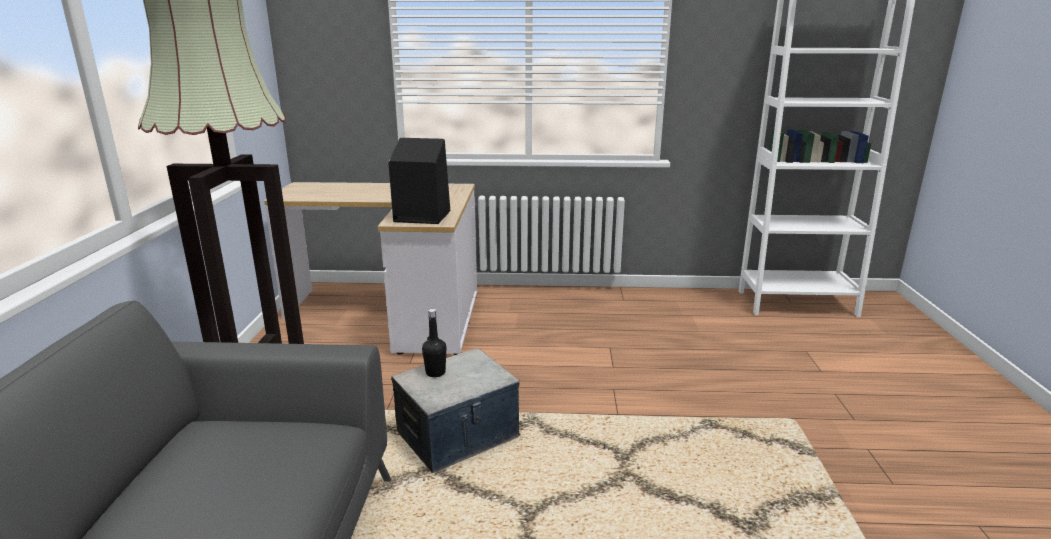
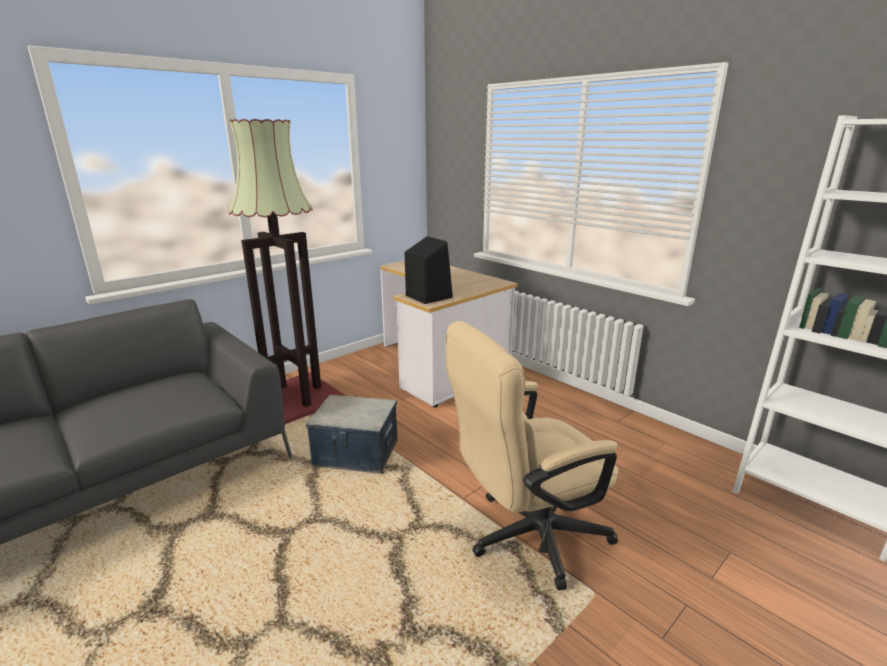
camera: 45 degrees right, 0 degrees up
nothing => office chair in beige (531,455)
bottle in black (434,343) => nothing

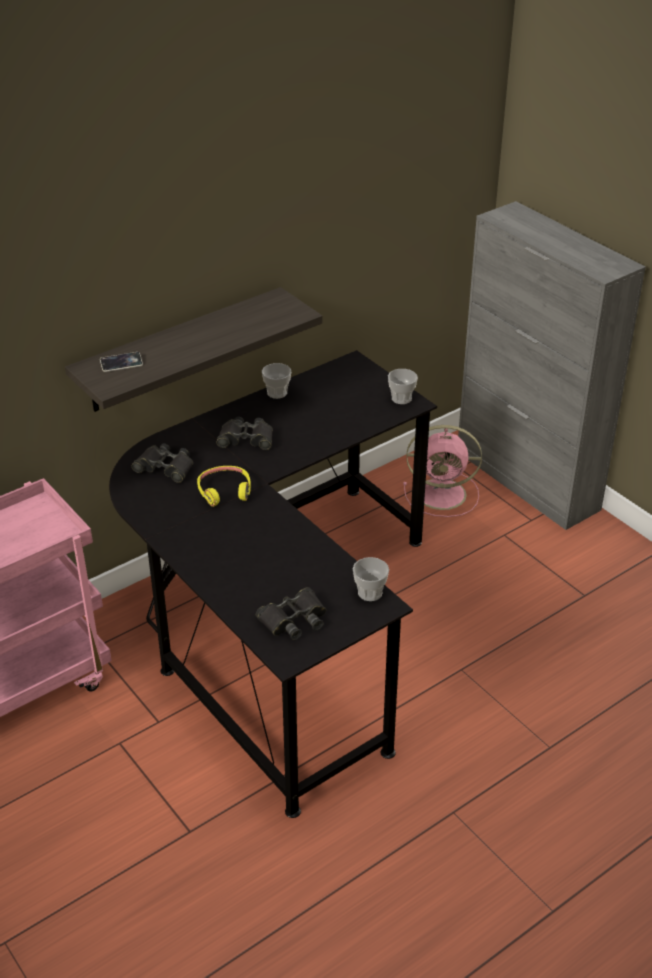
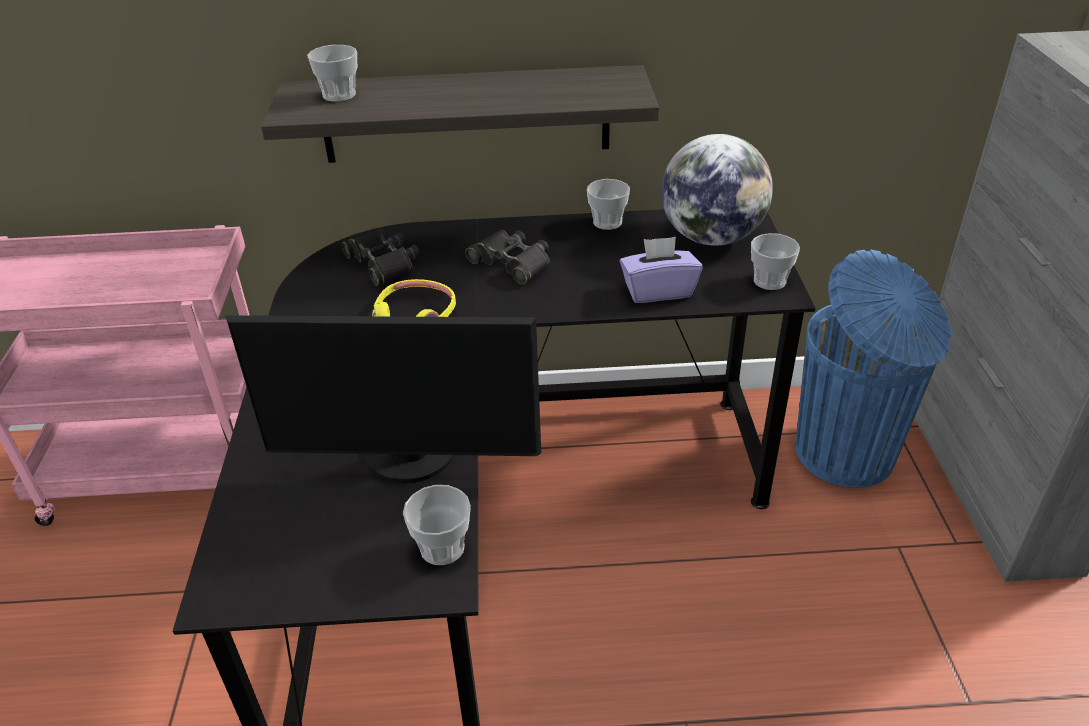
camera: 35 degrees right, 0 degrees up
nothing => monitor (383,399)
phone (121,362) => cup (332,73)
nothing => tissue box in purple (661,270)
nothing => globe (717,190)
fan in pink (442,471) => trash can in blue (873,369)
binoculars in black (291,613) => nothing

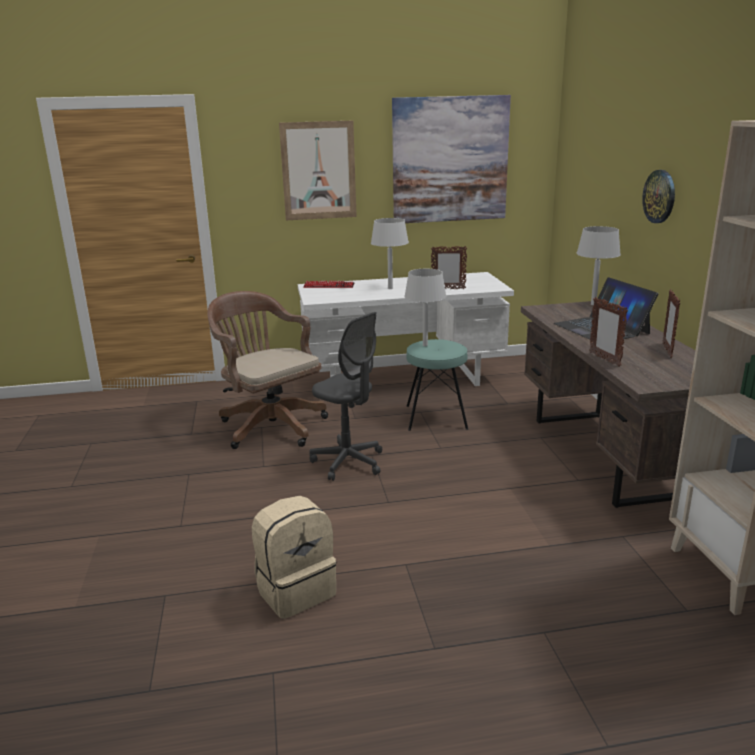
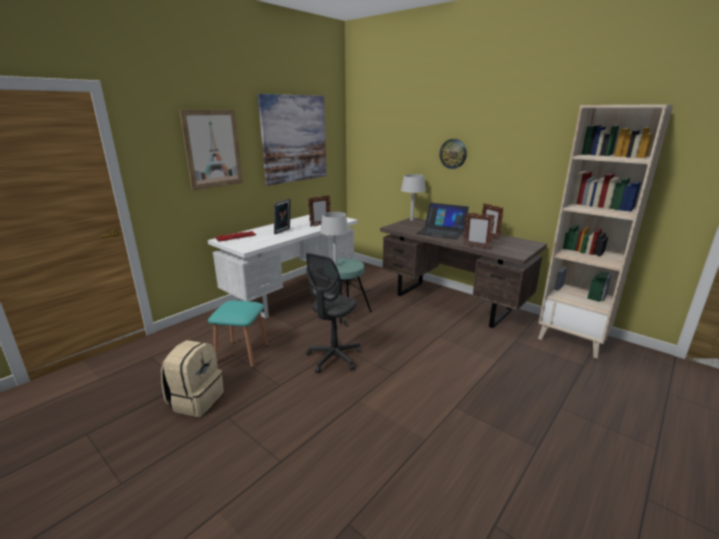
camera: 40 degrees left, 0 degrees up
backpack in beige (294,557) => backpack in beige (192,378), shifted
office chair in brown (267,370) => stool in turquoise (238,334)
table lamp in grey (390,253) => picture frame (282,216)
office chair in grey (346,396) => office chair in grey (333,313), 120 degrees clockwise

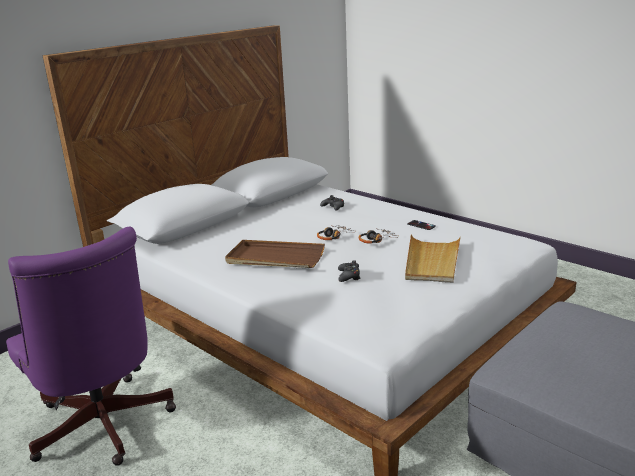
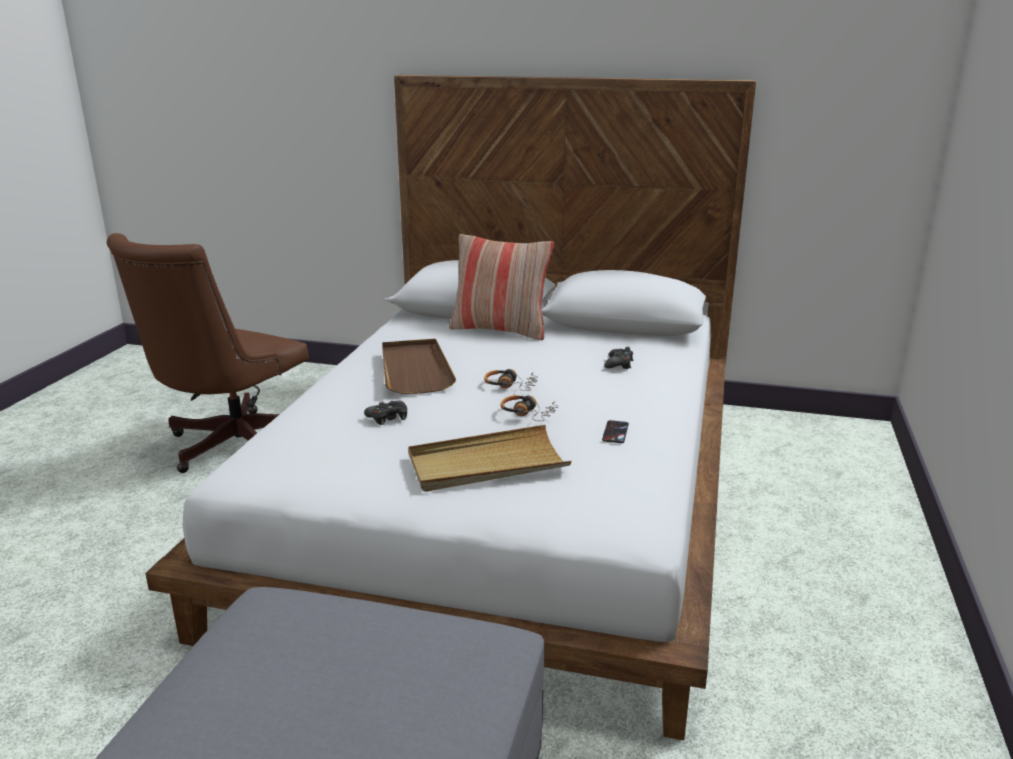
camera: 60 degrees right, 0 degrees up
office chair in purple (91,346) => office chair in brown (208,353)
nothing => pillow (501,287)

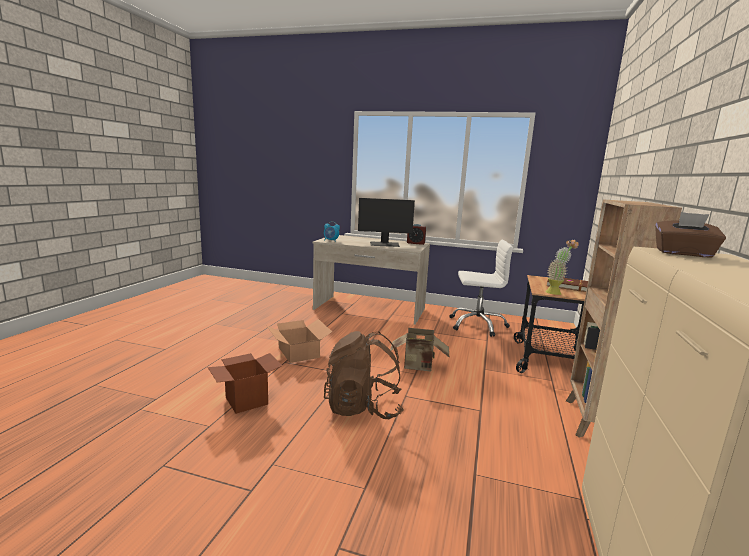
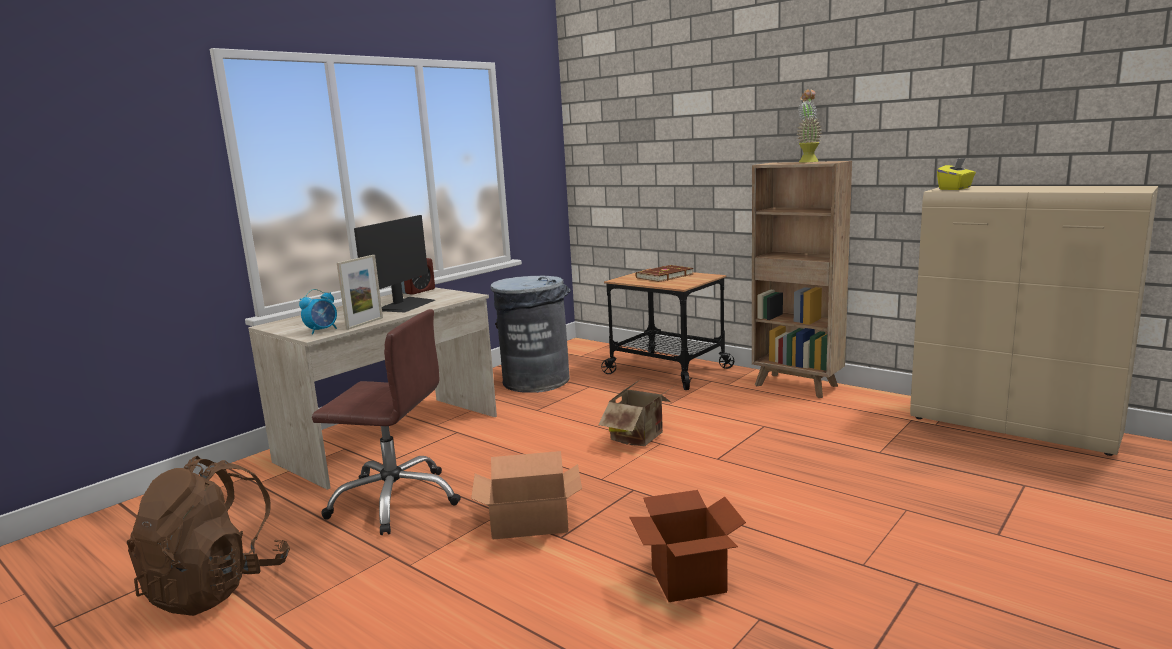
camera: 65 degrees left, 0 degrees up
backpack in brown (364,375) => backpack in brown (208,536), shifted
nothing => office chair in brown (386,422)
nothing => picture frame (360,292)
office chair in white (481,288) => trash can in grey (530,334)
potted plant (562,267) => potted plant (809,126), shifted
tissue box in brown (690,234) => tissue box in yellow (956,174)

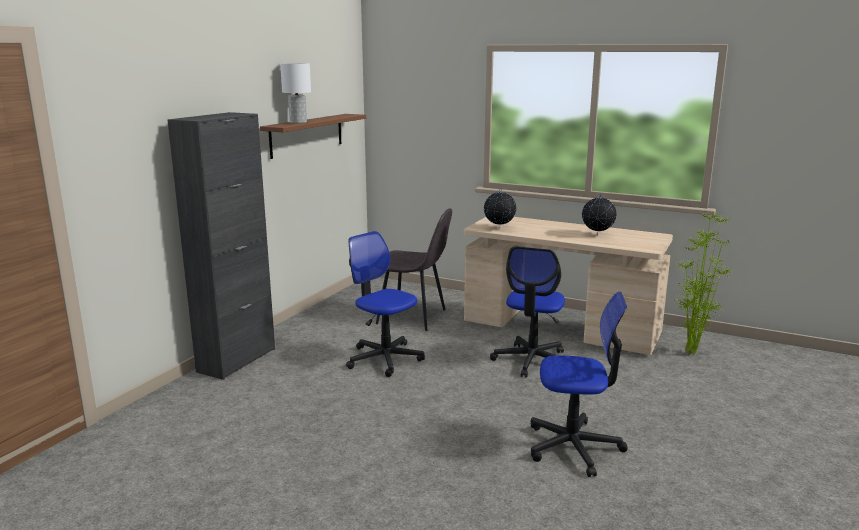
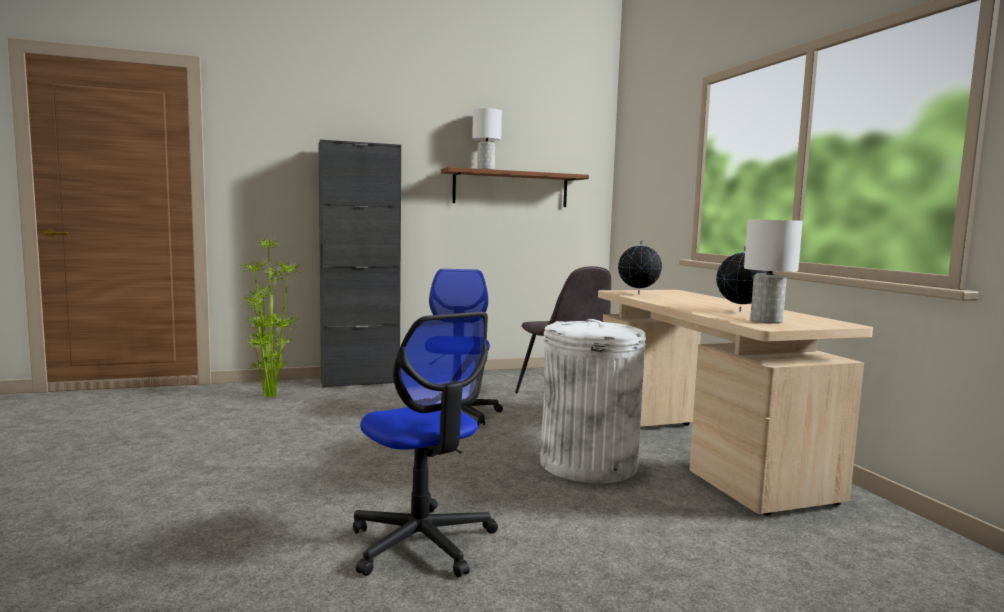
camera: 45 degrees right, 10 degrees down
potted plant (703,284) => potted plant (270,318), shifted
office chair (527,312) => trash can in white (593,401)
nothing => table lamp in white (773,272)

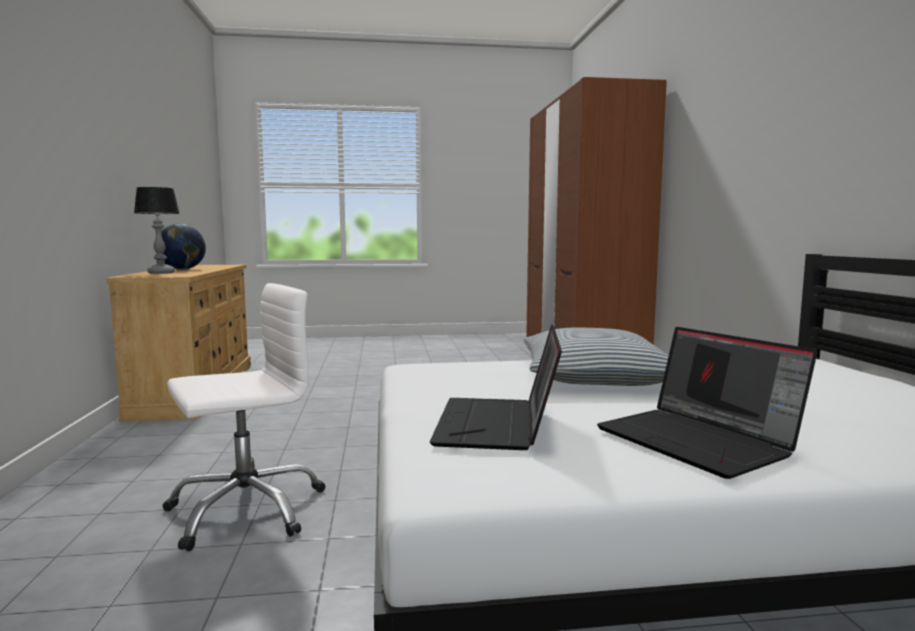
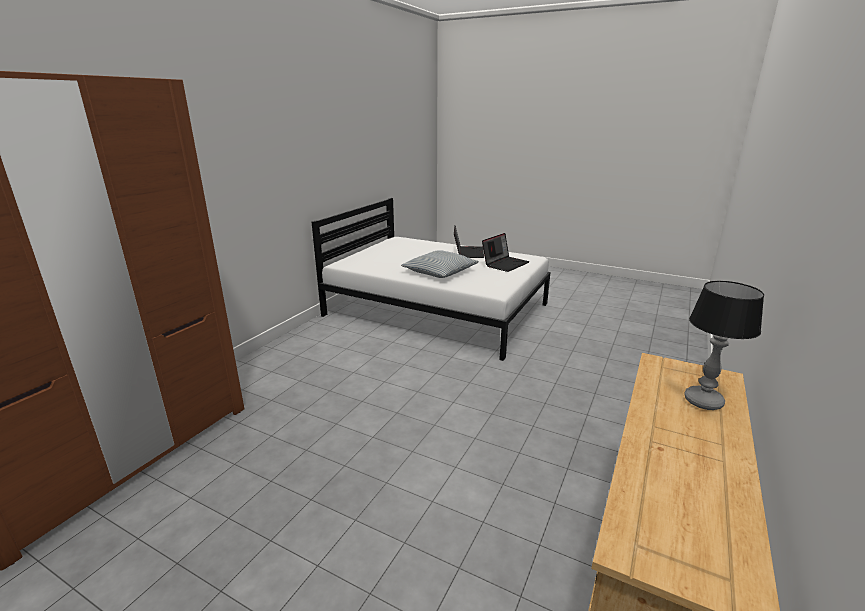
camera: 145 degrees left, 15 degrees up
globe (183,247) => nothing
office chair in white (243,417) => nothing

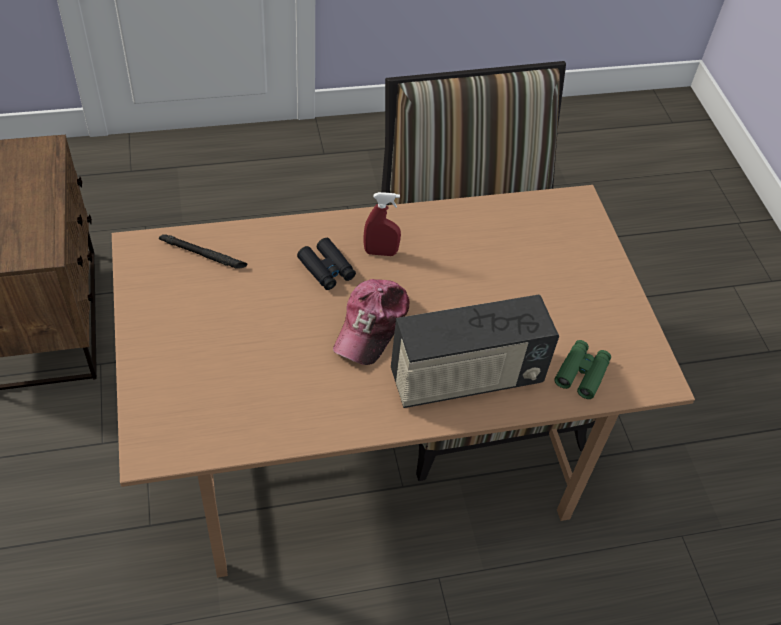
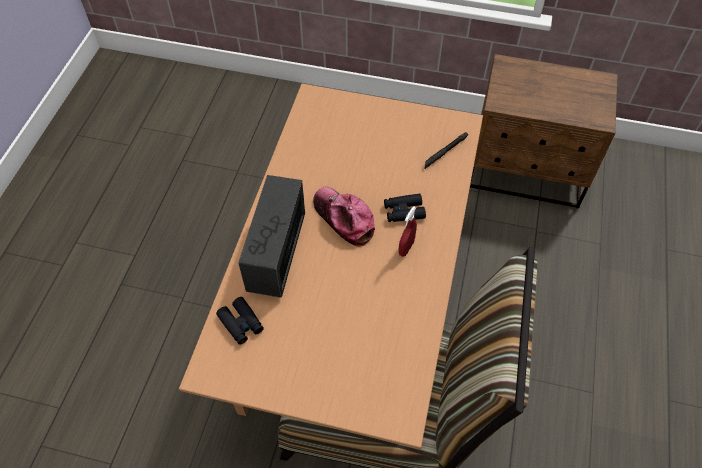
camera: 120 degrees right, 5 degrees up
binoculars in green (582,369) => binoculars in black (240,321)

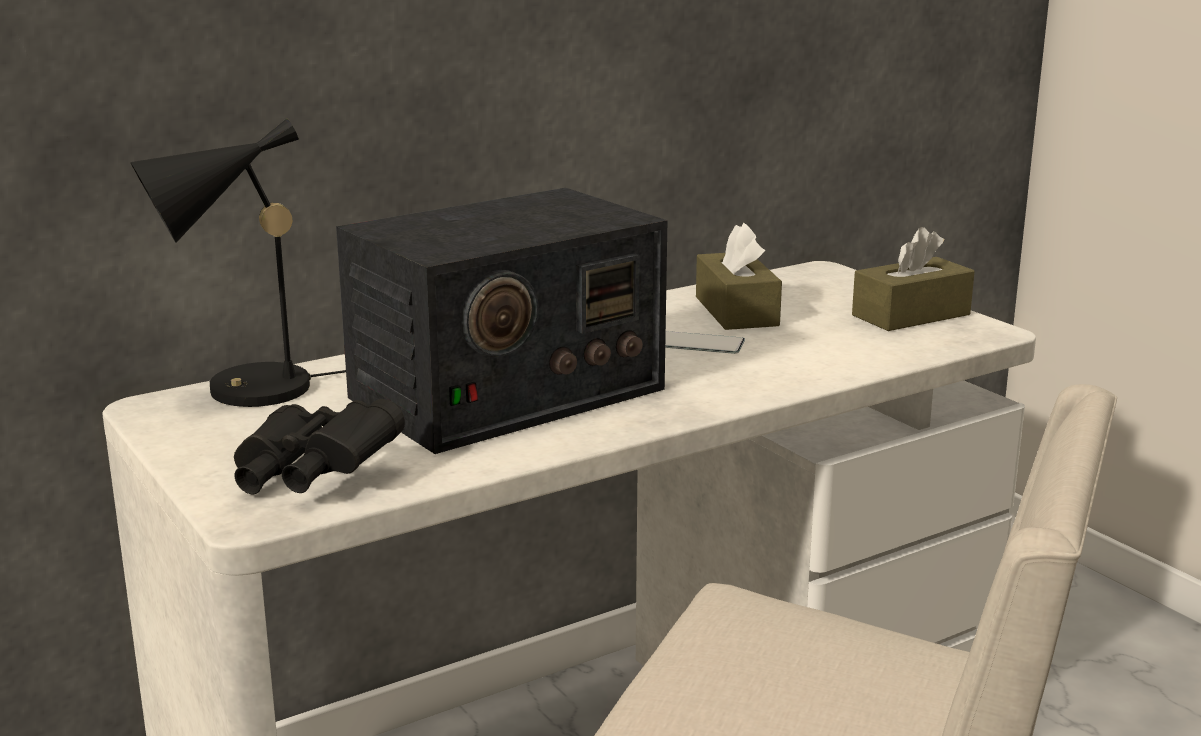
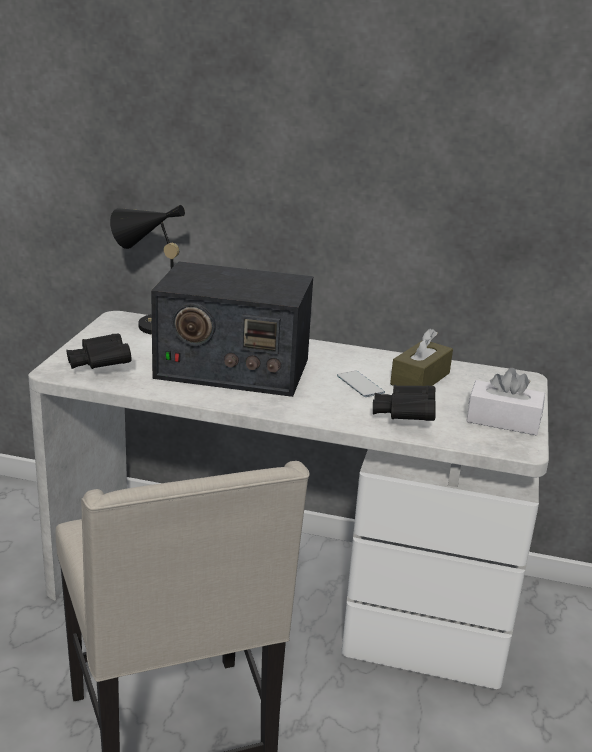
camera: 45 degrees right, 5 degrees up
nothing => binoculars in black (404,403)
tissue box in brown (913,279) => tissue box in white (506,402)

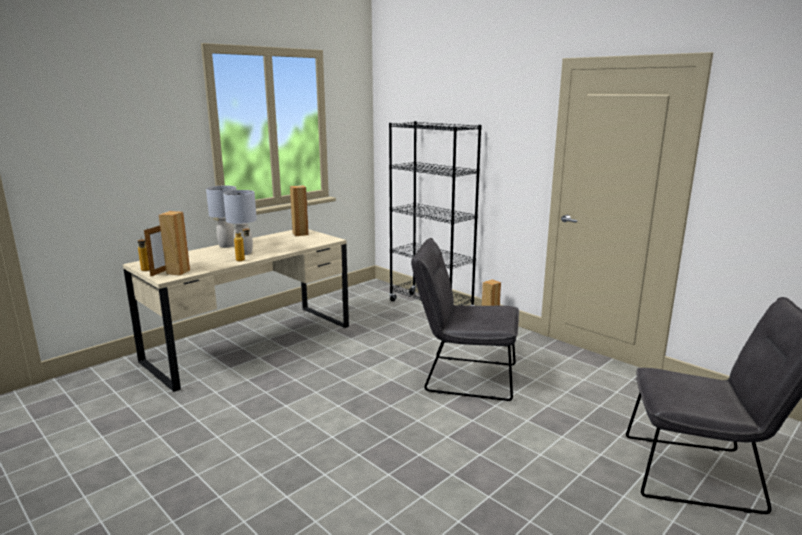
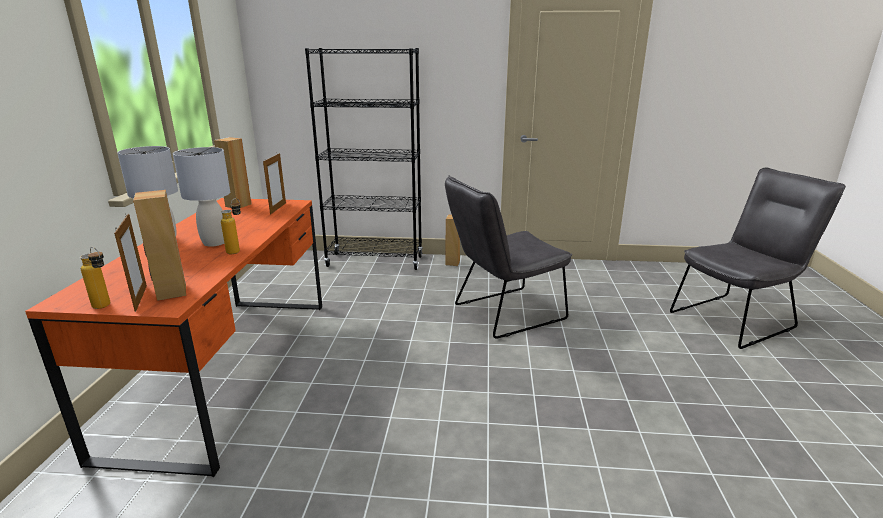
camera: 40 degrees left, 5 degrees up
desk in beige (236,310) => desk in orange (173,337)
nothing => picture frame (274,183)

